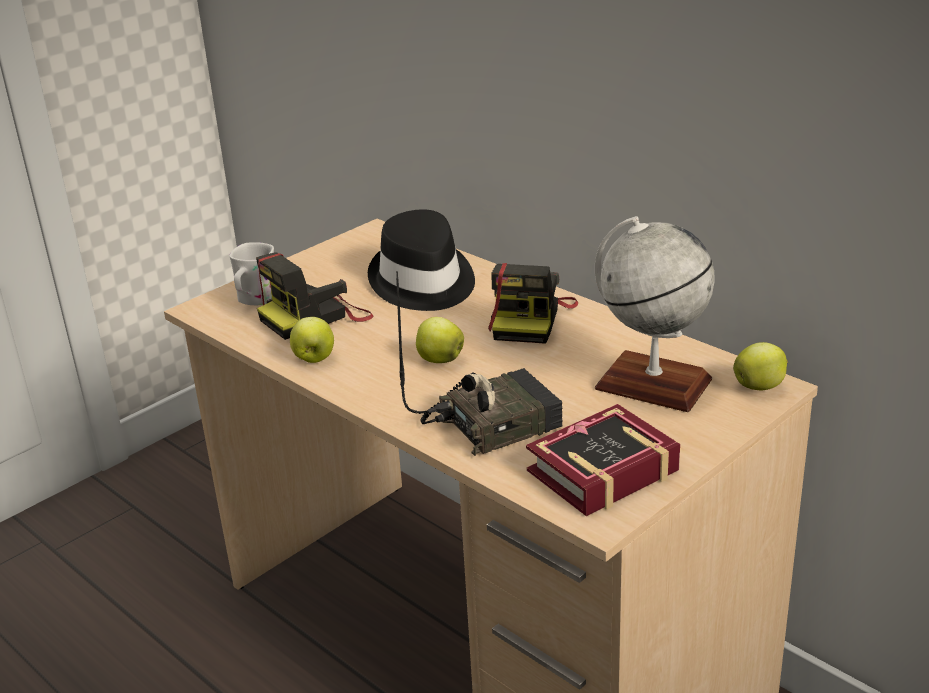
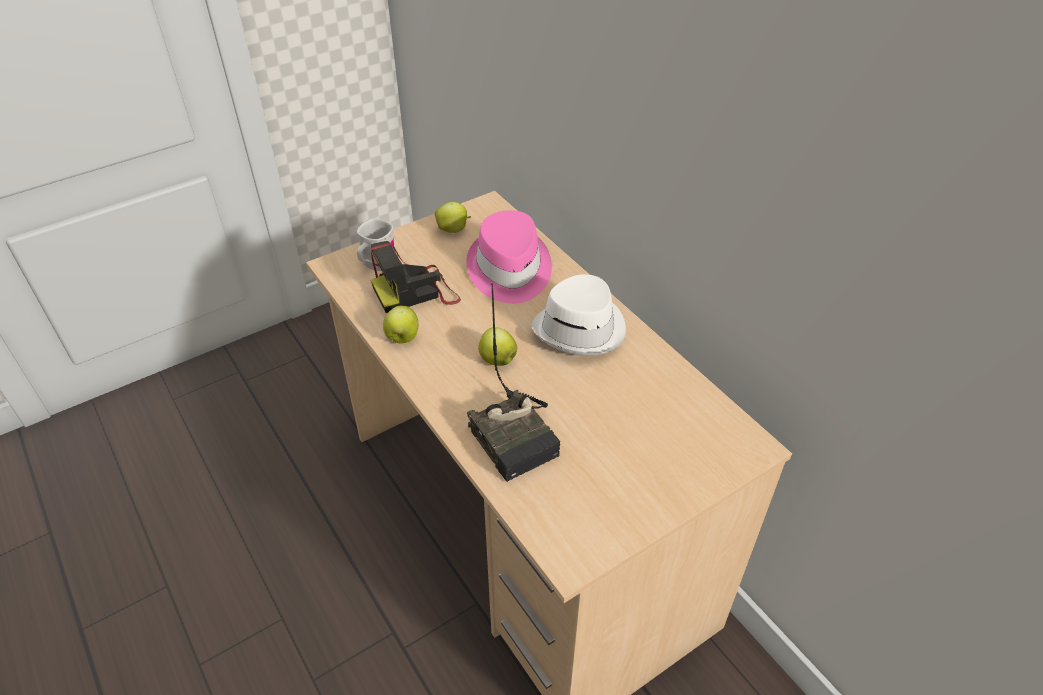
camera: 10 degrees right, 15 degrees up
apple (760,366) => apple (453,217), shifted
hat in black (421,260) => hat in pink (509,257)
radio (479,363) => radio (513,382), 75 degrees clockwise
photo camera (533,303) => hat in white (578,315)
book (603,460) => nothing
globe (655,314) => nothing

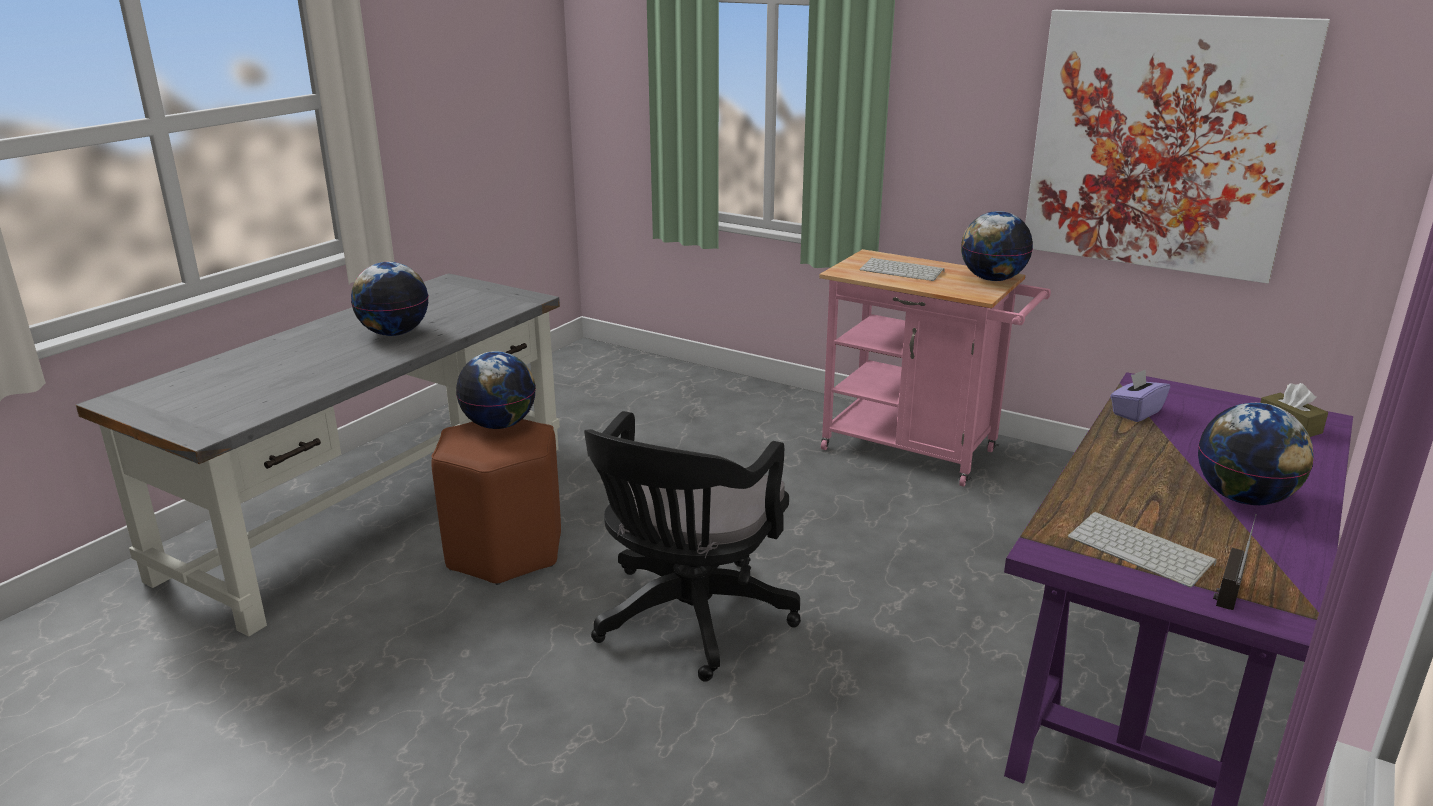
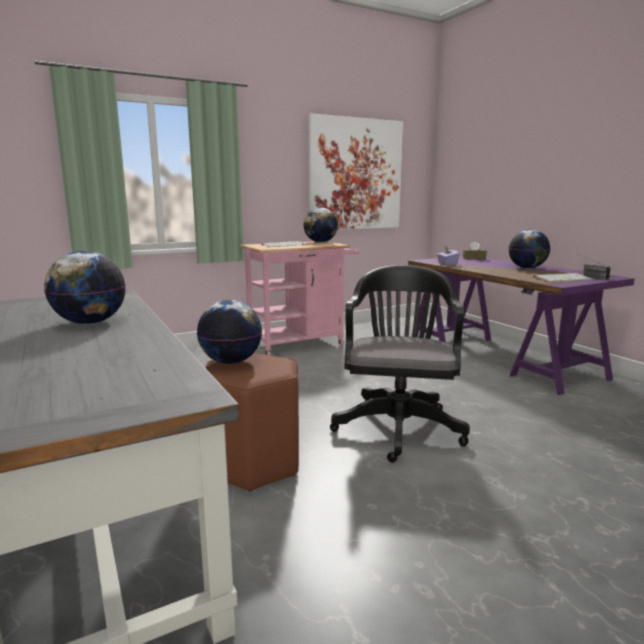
camera: 60 degrees left, 10 degrees down
office chair in black (692,546) => office chair in black (400,364), 135 degrees counterclockwise

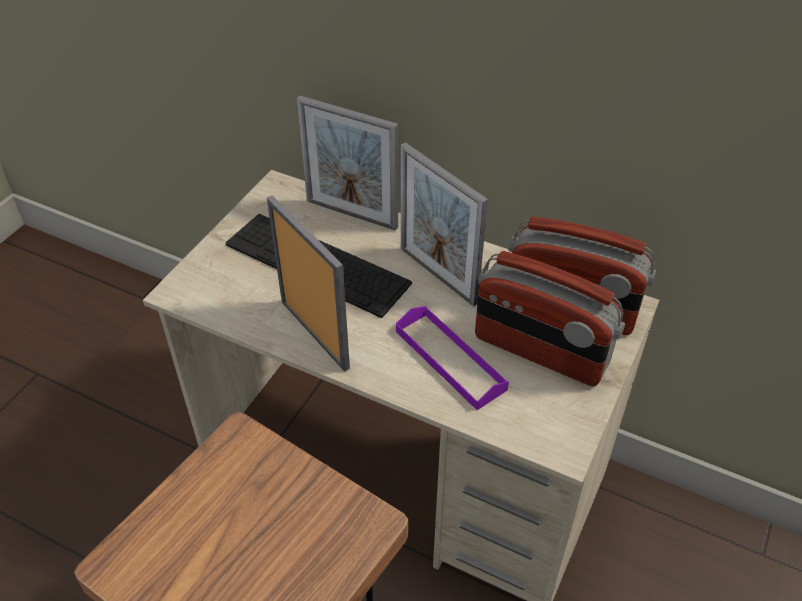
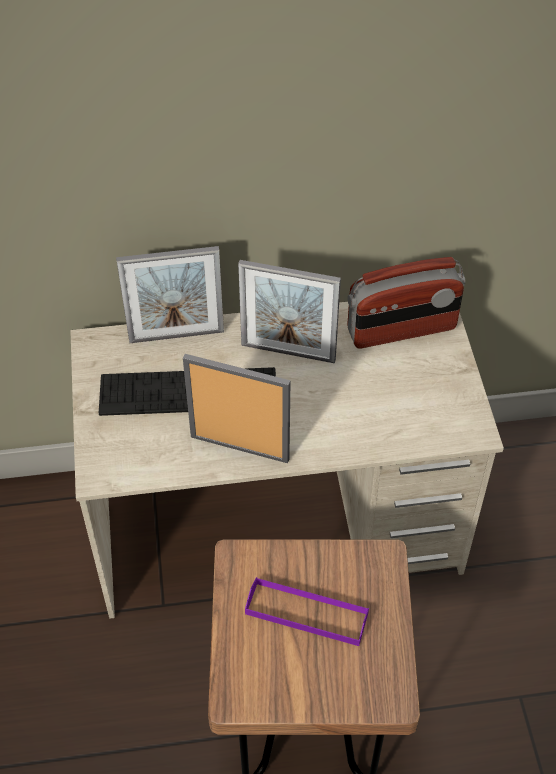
camera: 35 degrees left, 5 degrees up
tray in purple (452,358) => tray in purple (307,611), shifted
radio (550,318) => nothing

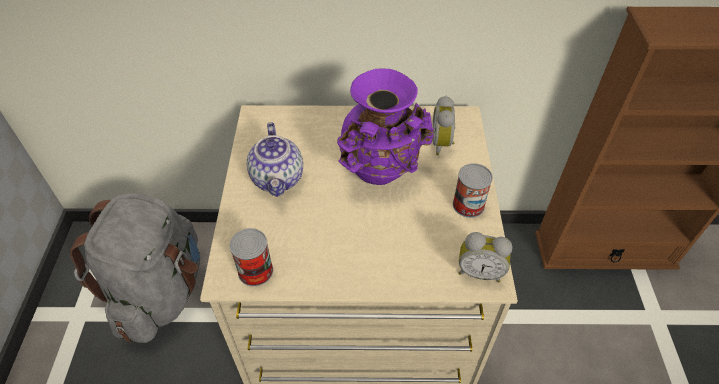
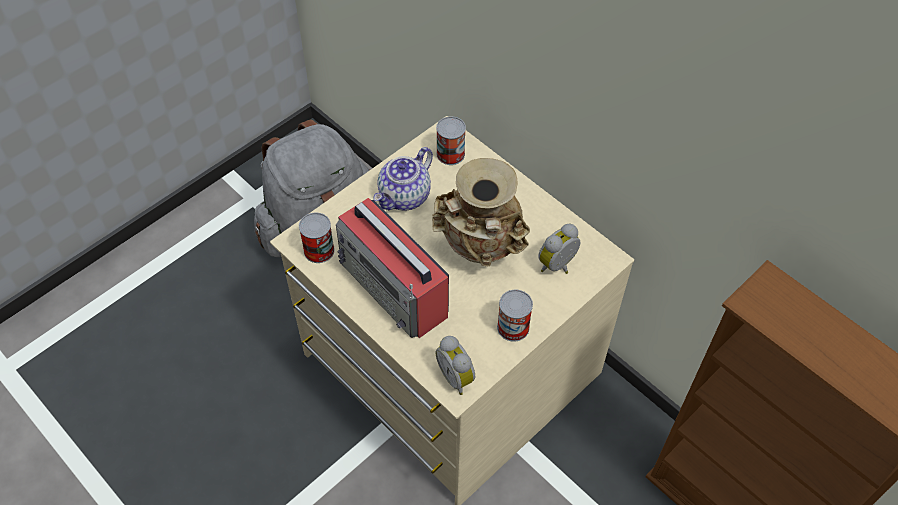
camera: 45 degrees right, 5 degrees up
nothing => radio (392,268)
vase in purple (385,126) => vase in beige (481,212)
nothing => can (451,140)

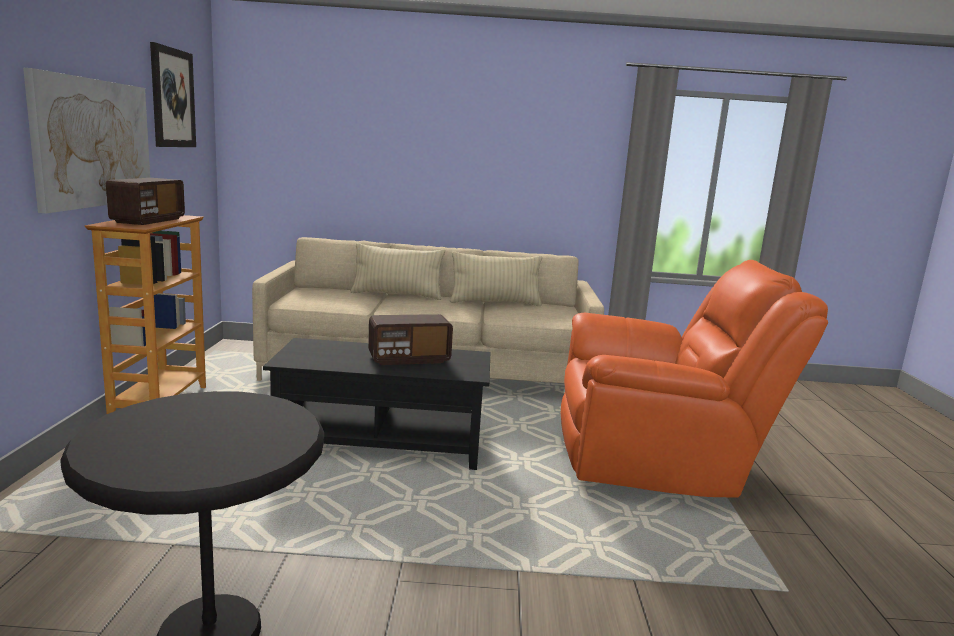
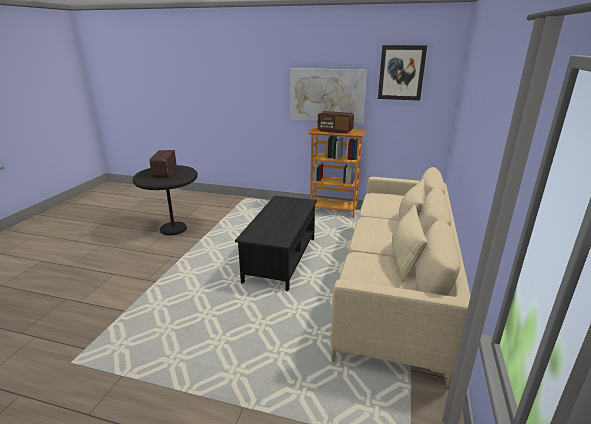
camera: 105 degrees right, 10 degrees up
radio (410,339) => radio (163,164), shifted
armchair in orange (694,379) => nothing

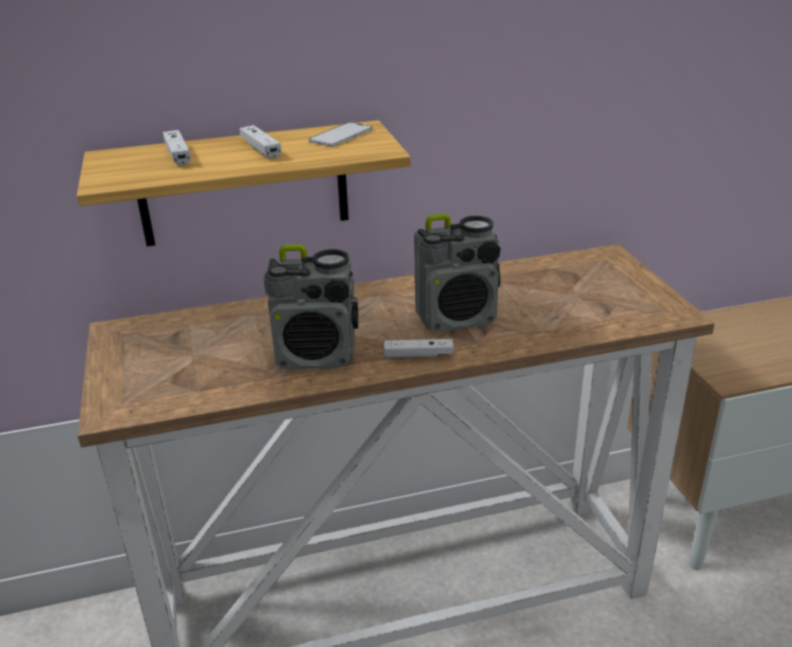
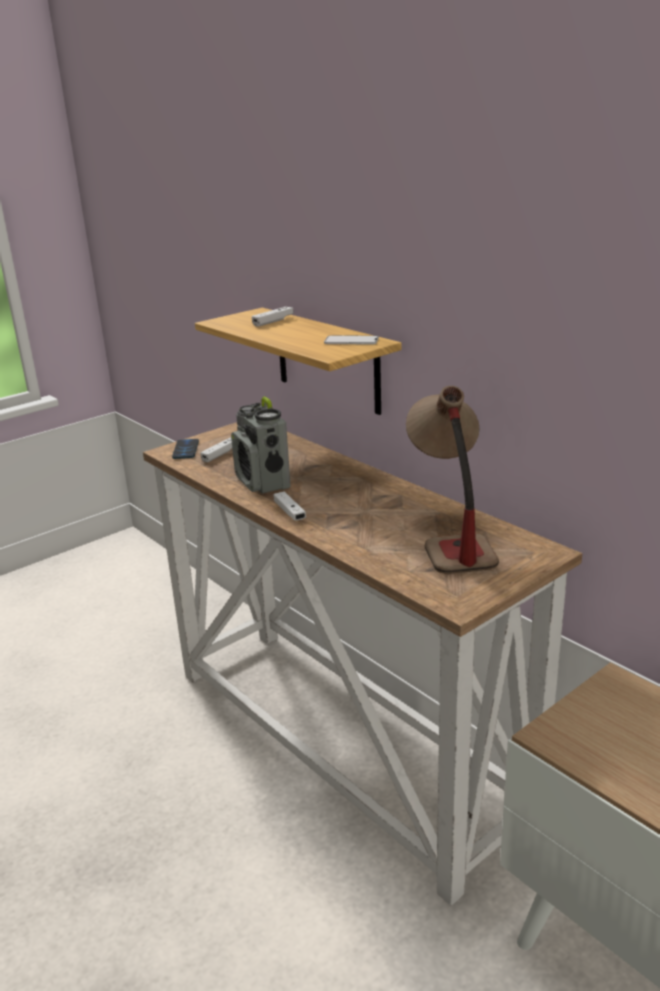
camera: 65 degrees right, 5 degrees down
nothing => phone (185,449)
game controller in white (260,142) => game controller in white (216,449), shifted
nothing => table lamp (452,480)
radio (457,273) => nothing

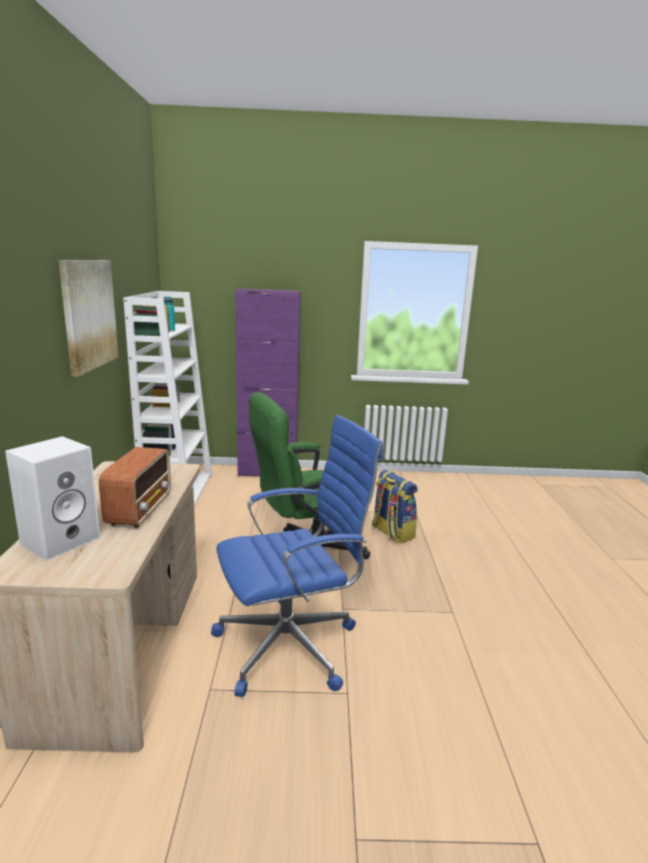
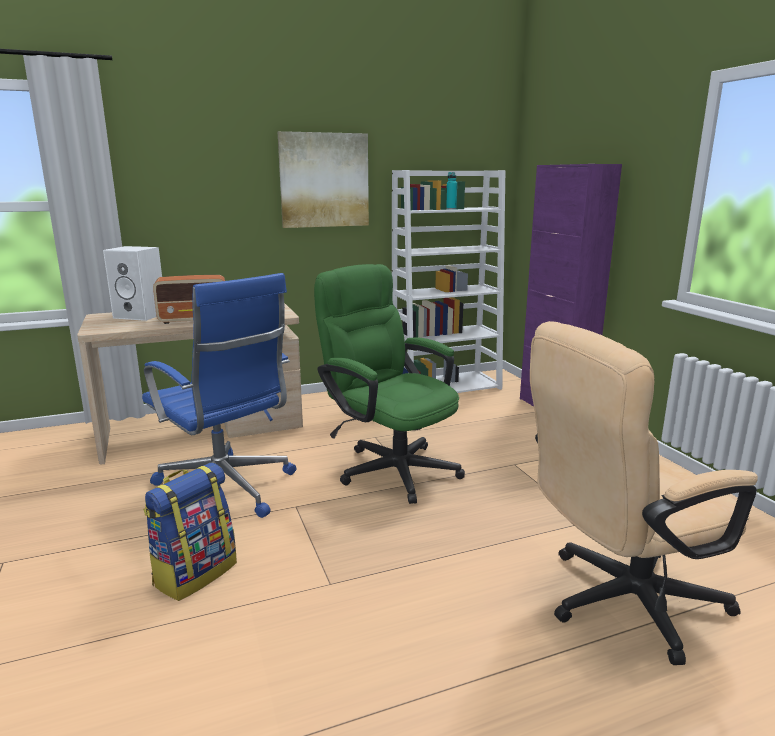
camera: 70 degrees right, 0 degrees up
backpack (395,507) => backpack (190,532), shifted
nothing => office chair in beige (644,493)

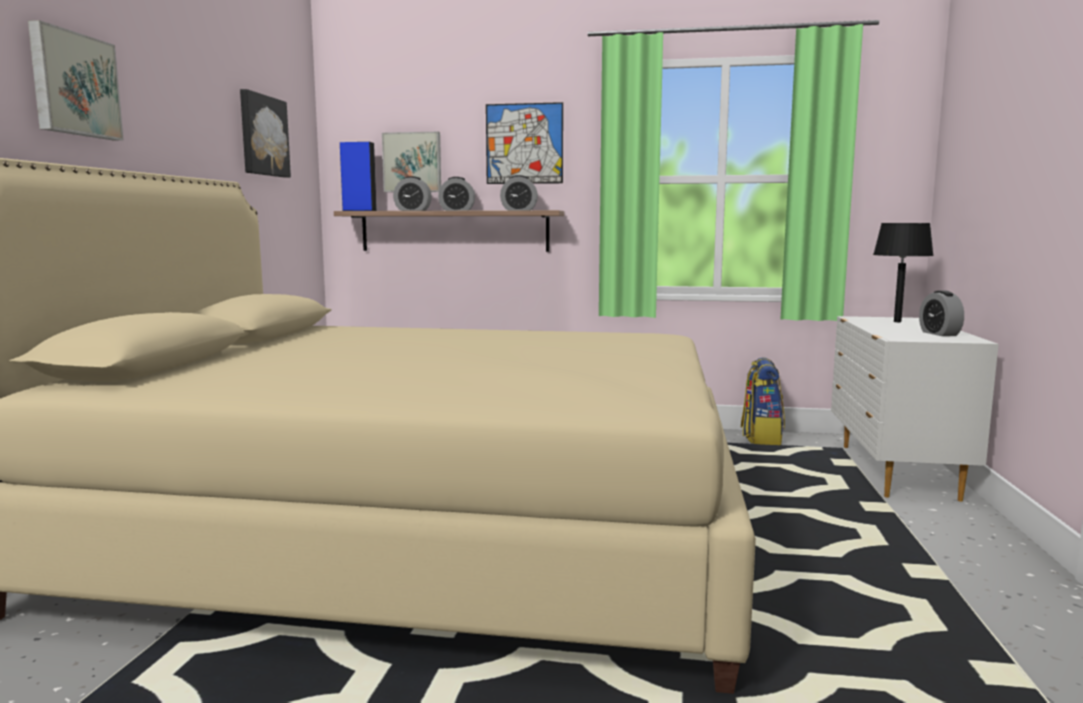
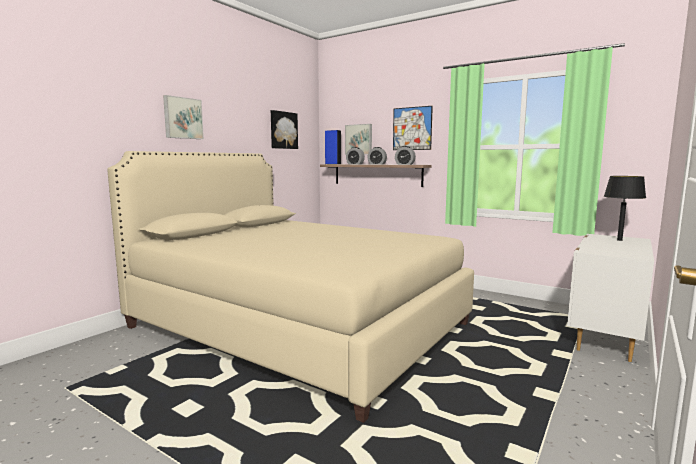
camera: 25 degrees right, 0 degrees up
backpack (763,401) => nothing
alarm clock (941,313) => nothing

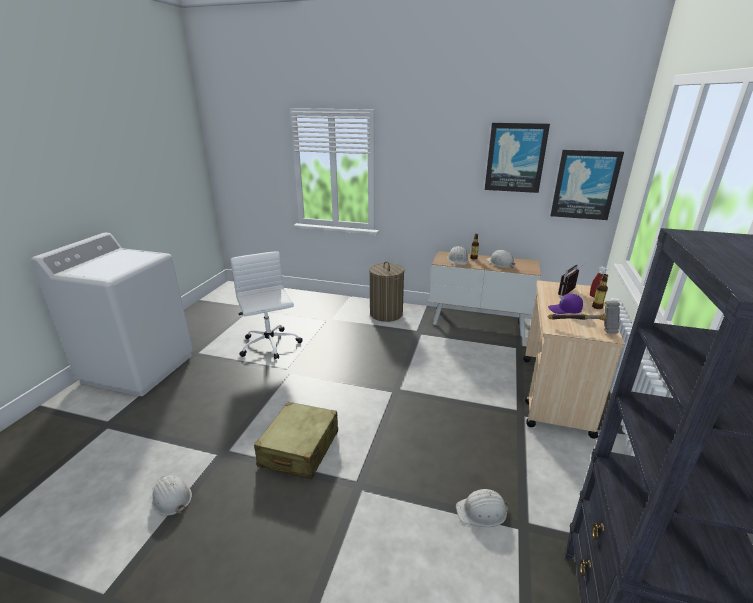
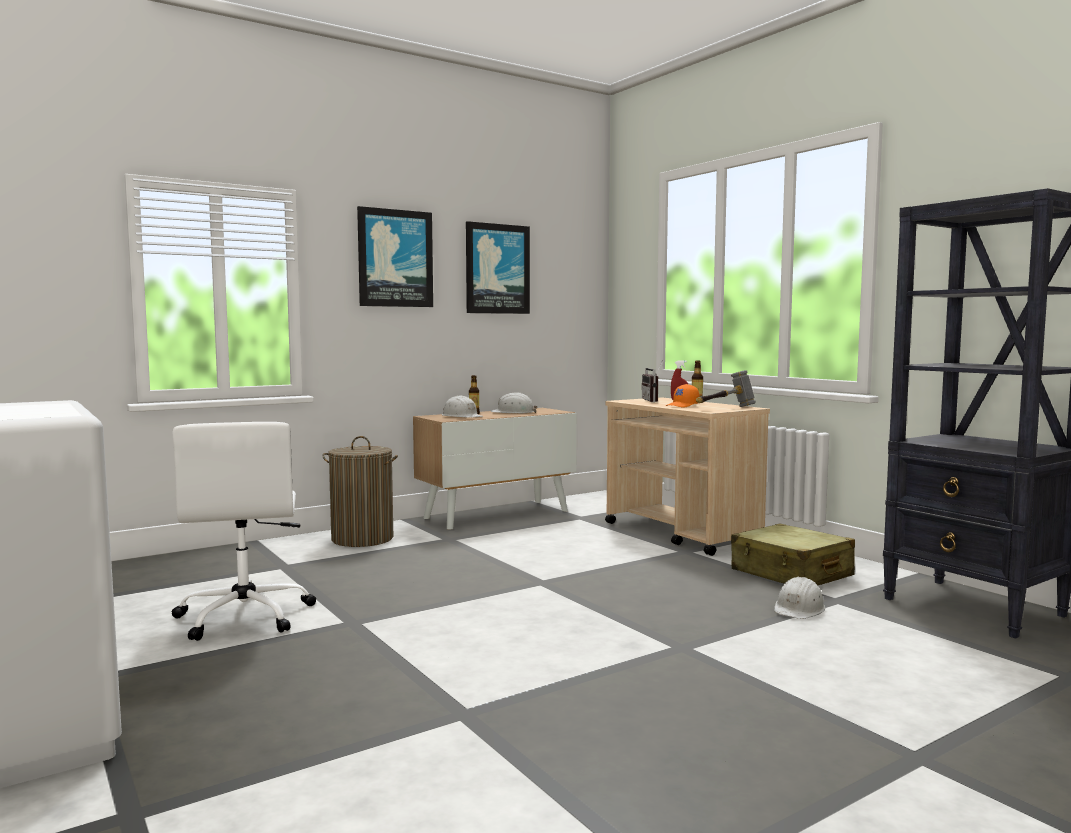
camera: 50 degrees left, 20 degrees down
office chair in white (266,305) => office chair in white (244,531), 120 degrees counterclockwise
picture (587,185) => picture (395,256), shifted
cap in purple (565,304) => cap in orange (683,395)
suitcase in beige (296,441) => suitcase in beige (793,554), shifted
hard hat in white (172,495) => nothing

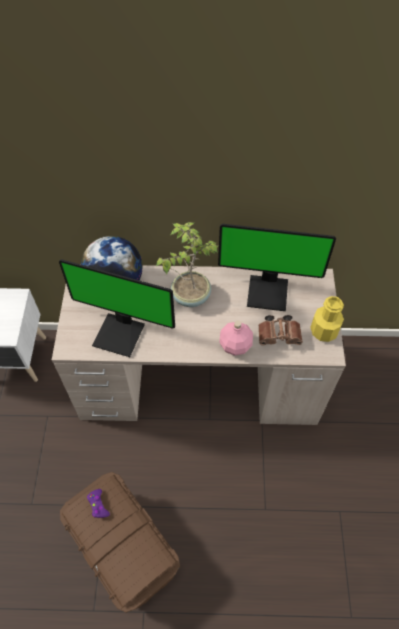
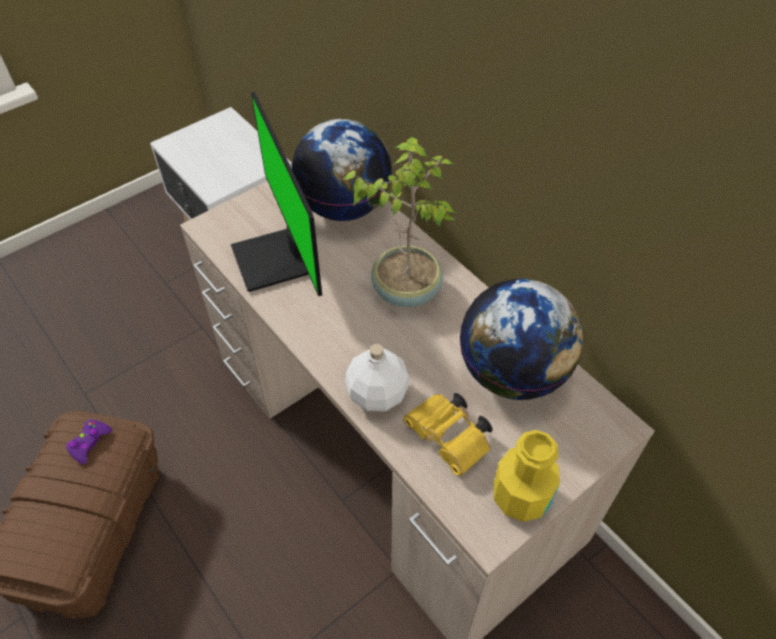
camera: 50 degrees right, 5 degrees down
bottle in pink (236,338) => bottle in white (377,377)
binoculars in brown (280,330) => binoculars in yellow (448,434)
monitor (277,267) => globe (521,339)

